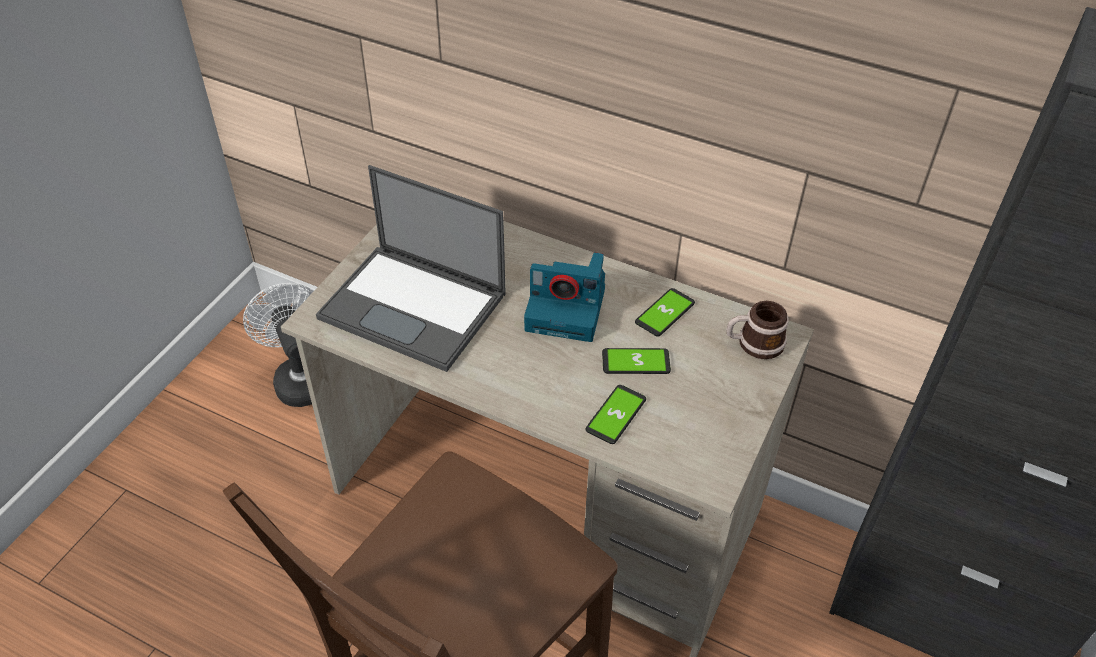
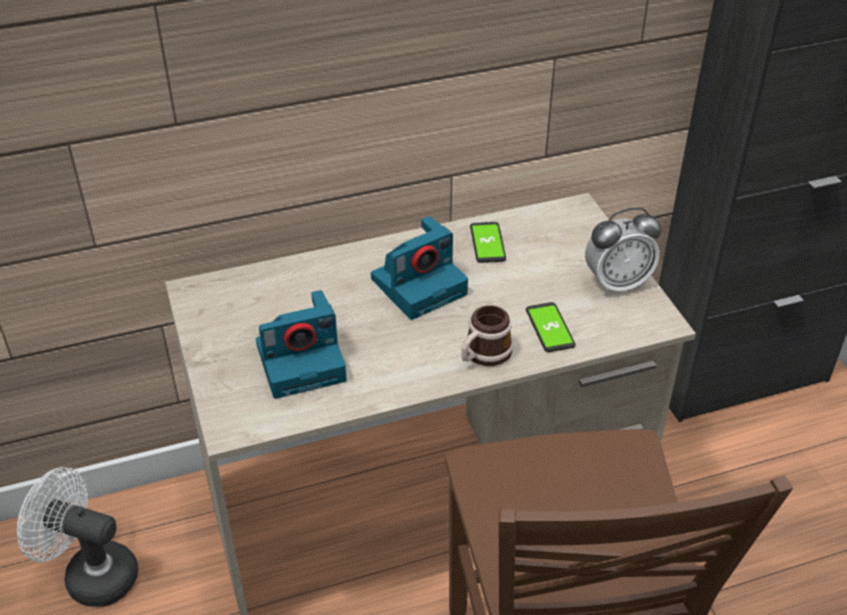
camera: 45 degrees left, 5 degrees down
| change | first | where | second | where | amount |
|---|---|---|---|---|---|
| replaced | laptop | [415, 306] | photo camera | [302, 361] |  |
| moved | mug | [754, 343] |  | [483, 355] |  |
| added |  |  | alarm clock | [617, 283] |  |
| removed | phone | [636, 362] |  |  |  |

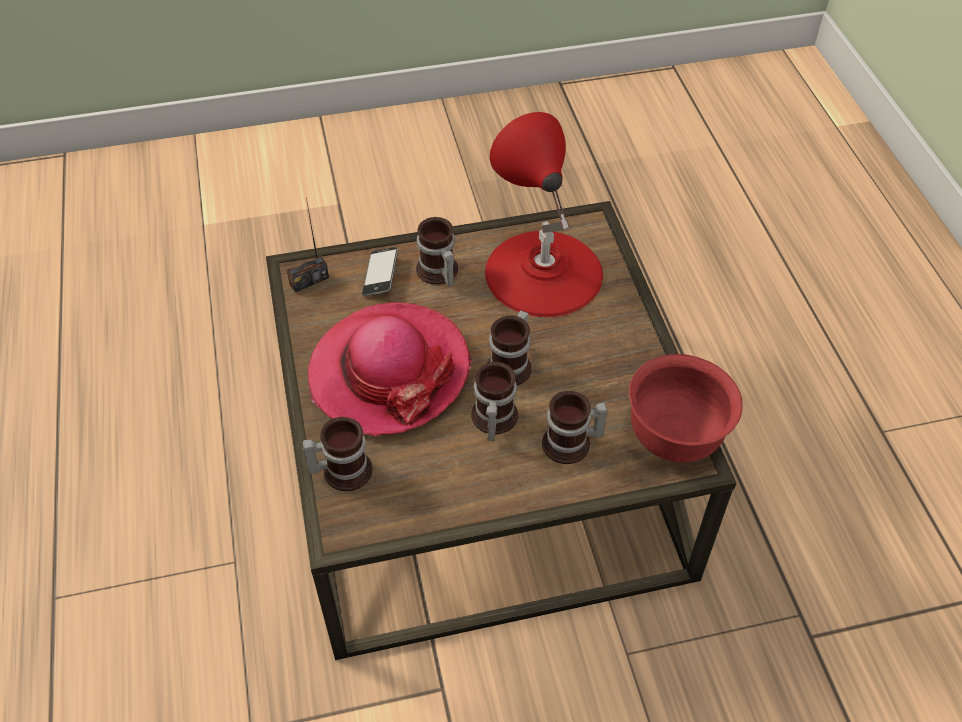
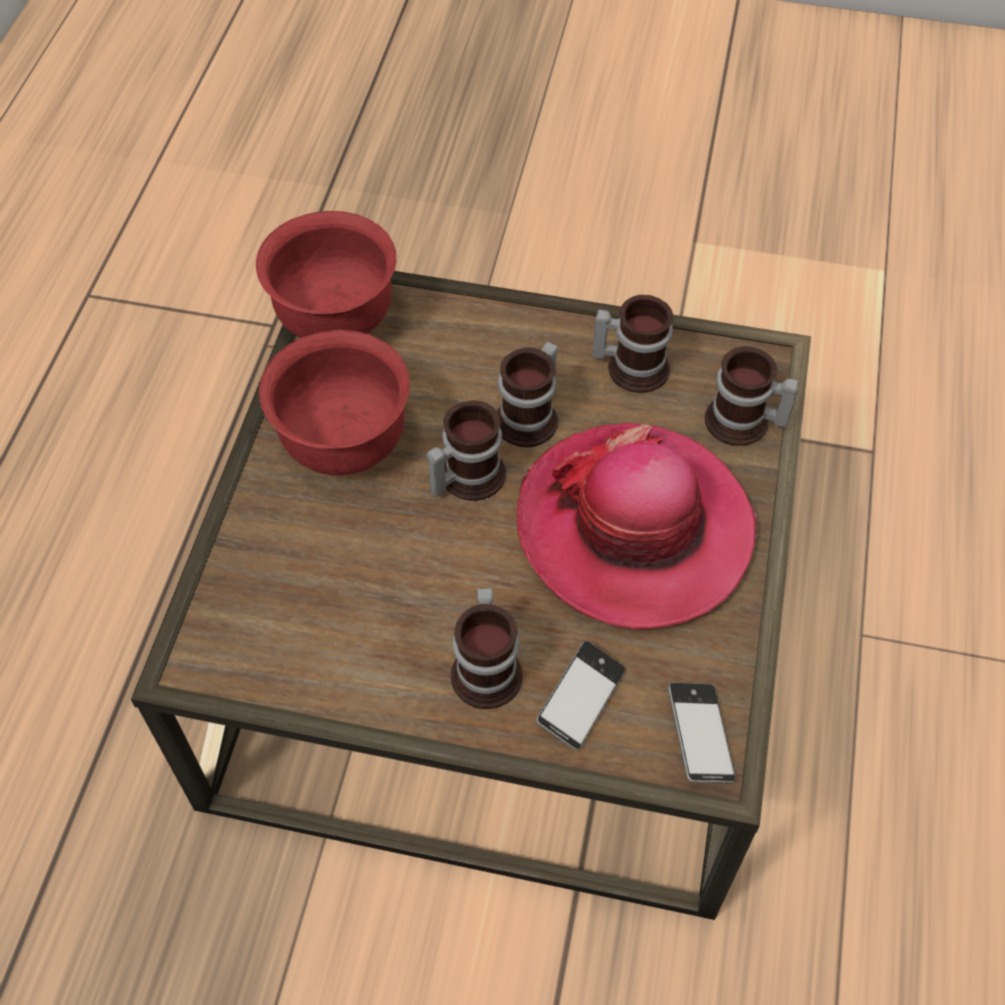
camera: 155 degrees left, 5 degrees up
| change | first | where | second | where | amount |
|---|---|---|---|---|---|
| added |  |  | bowl in red | [344, 442] |  |
| moved | mug | [571, 445] |  | [632, 365] |  |
| replaced | radio | [309, 280] | phone | [699, 736] |  |
| removed | table lamp in red | [543, 272] |  |  |  |

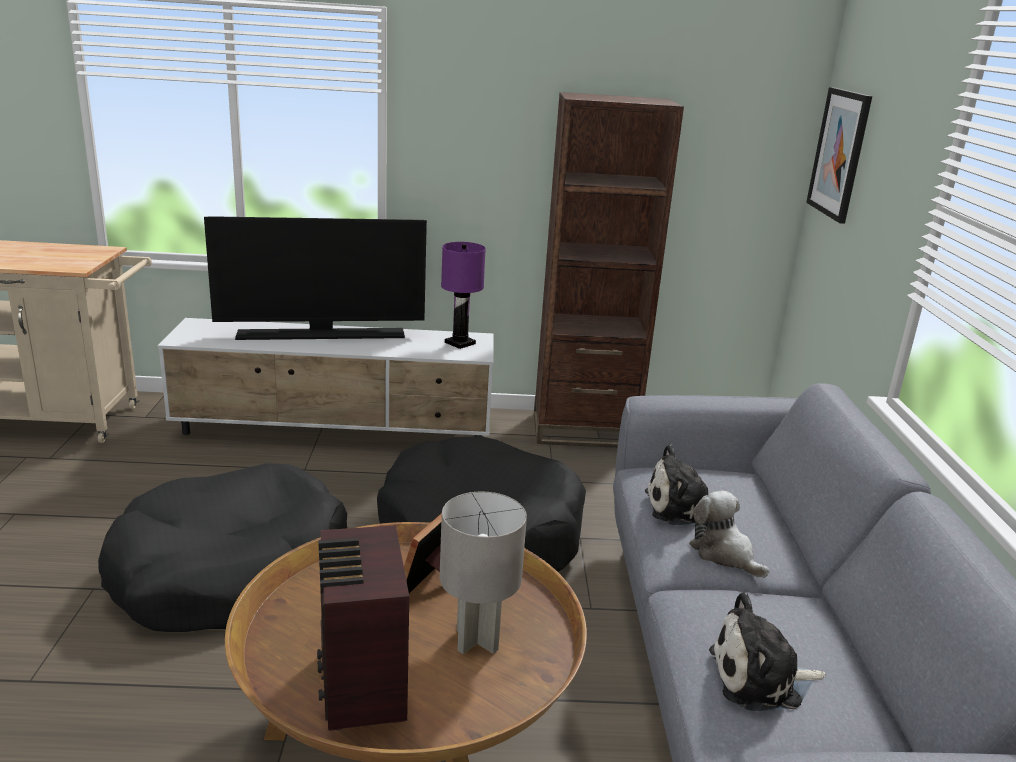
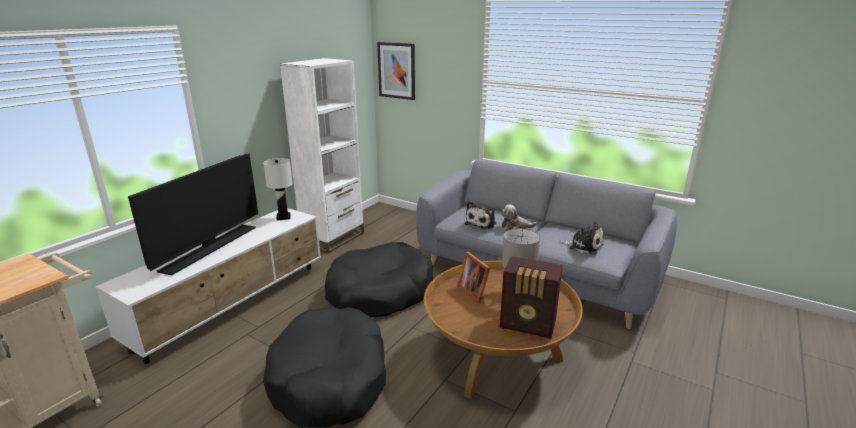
camera: 55 degrees left, 0 degrees up
| change | first | where | second | where | amount |
|---|---|---|---|---|---|
| recoloured | table lamp in purple | [460, 343] | table lamp in white | [284, 217] |  |
| recoloured | bookcase in brown | [584, 430] | bookcase in white | [333, 238] |  |
| turned | plush toy | [761, 679] |  | [583, 246] | 90 degrees counterclockwise |

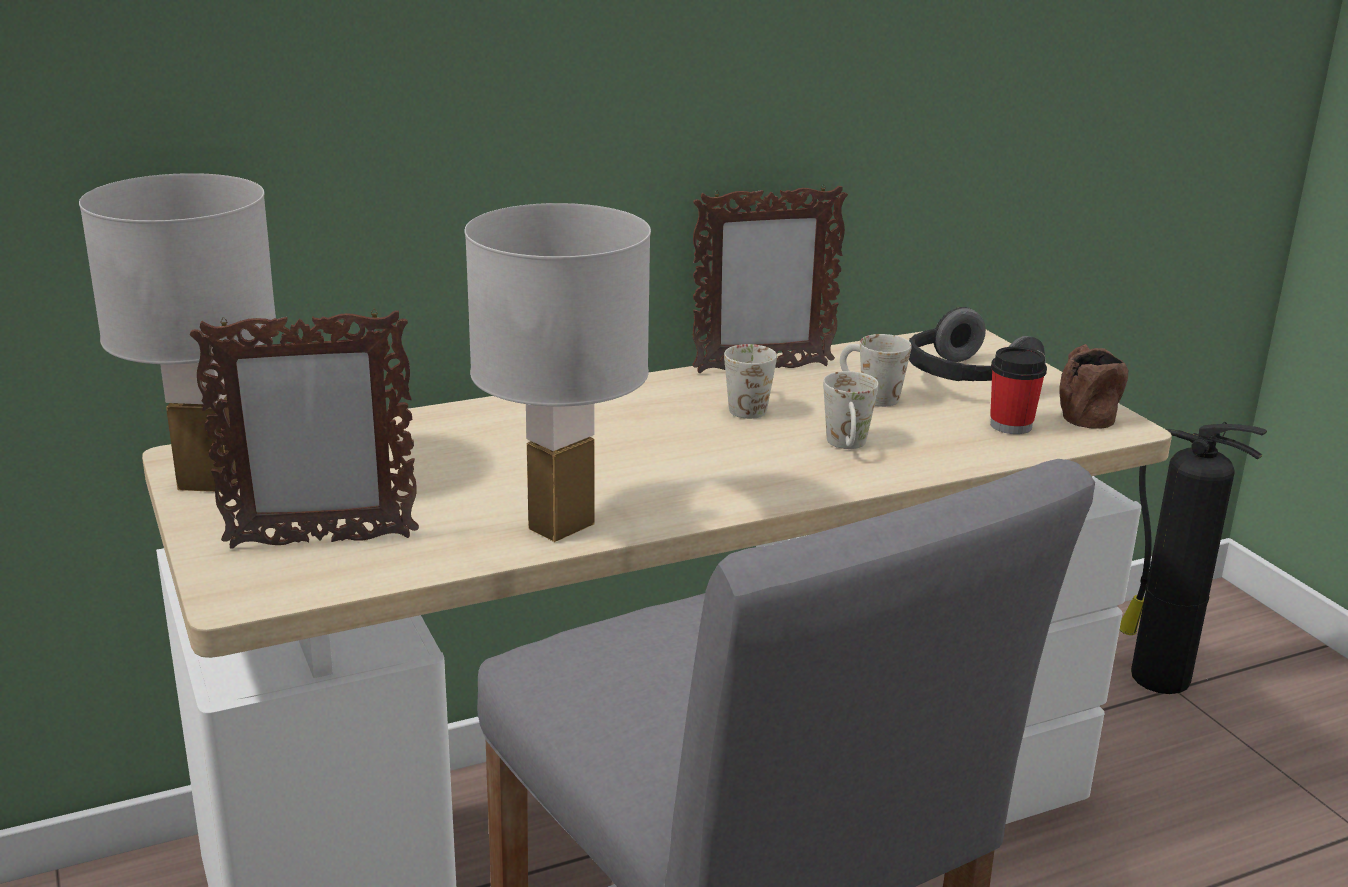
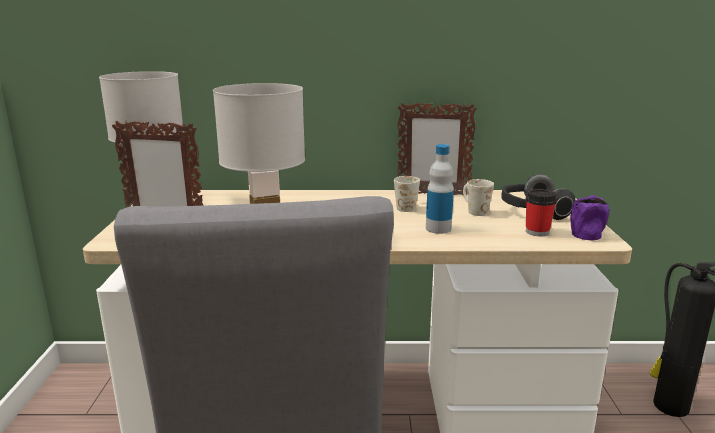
camera: 25 degrees right, 5 degrees down
| change | first | where | second | where | amount |
|---|---|---|---|---|---|
| replaced | mug in white | [848, 447] | bottle | [438, 228] |  |
| recoloured | mug in brown | [1081, 412] | mug in purple | [585, 232] |  |

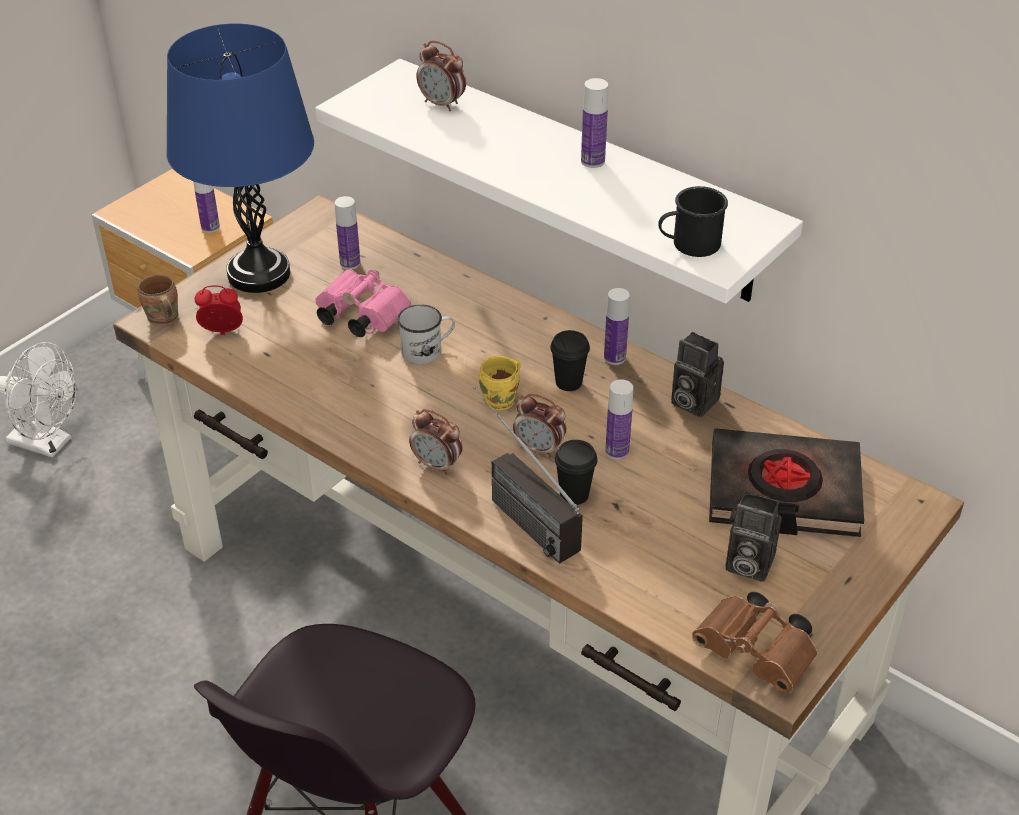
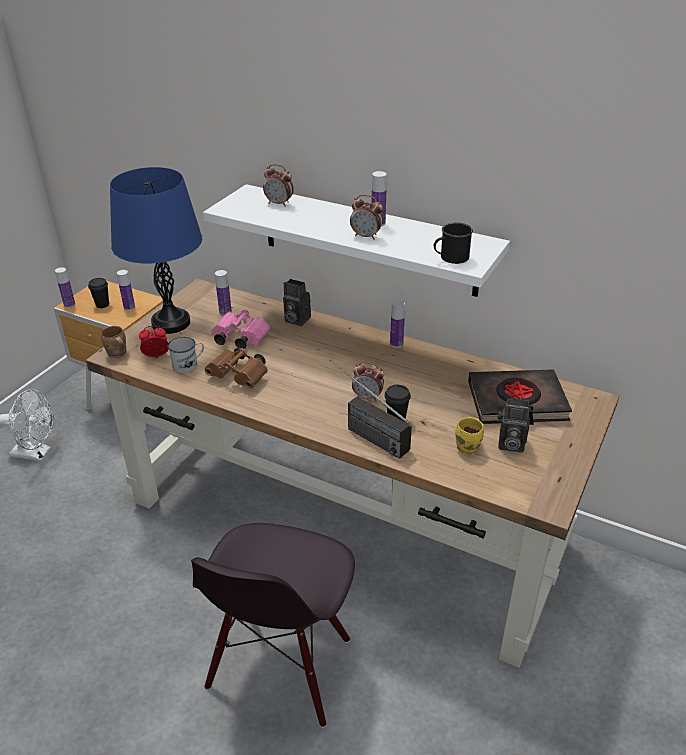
camera: 10 degrees left, 5 degrees down
| change | first | where | second | where | amount |
|---|---|---|---|---|---|
| moved | bottle | [617, 451] |  | [69, 305] |  |
| moved | cup in black | [568, 382] |  | [102, 305] |  |
| moved | mug in white | [428, 350] |  | [189, 365] |  |
| moved | binoculars in brown | [758, 655] |  | [240, 377] |  |
| moved | photo camera | [691, 402] |  | [295, 319] |  |
| moved | alarm clock | [437, 465] |  | [366, 236] |  |
| moved | mug in yellow | [502, 401] |  | [469, 447] |  |

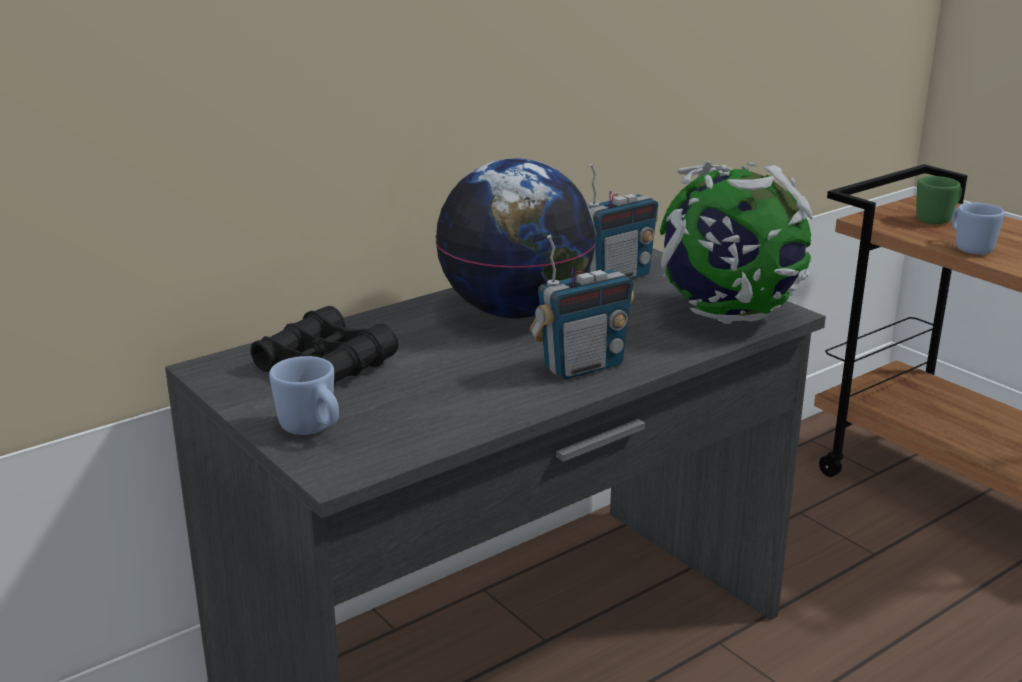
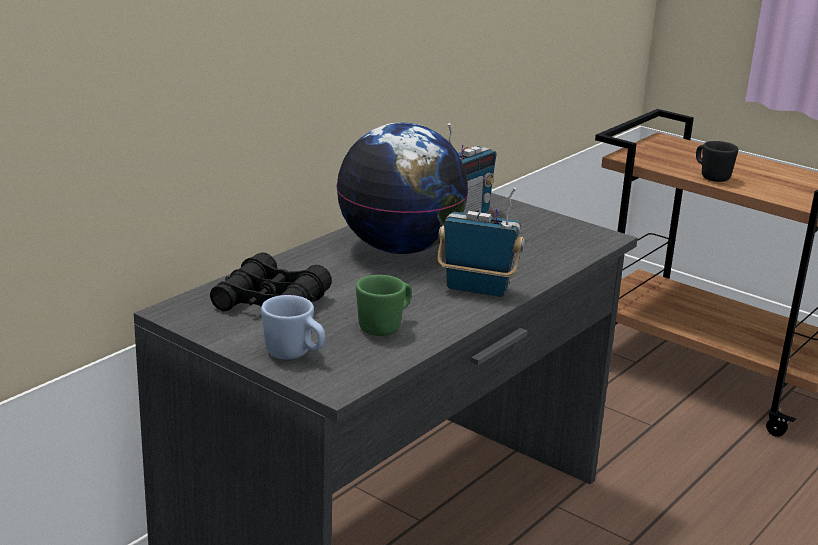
camera: 15 degrees left, 0 degrees up
| change | first | where | second | where | amount |
|---|---|---|---|---|---|
| moved | mug in green | [937, 219] |  | [385, 326] |  |
| turned | radio | [582, 366] |  | [477, 289] | 120 degrees counterclockwise |
| recoloured | mug in blue | [969, 248] | mug in black | [711, 176] |  |
| removed | globe | [727, 315] |  |  |  |

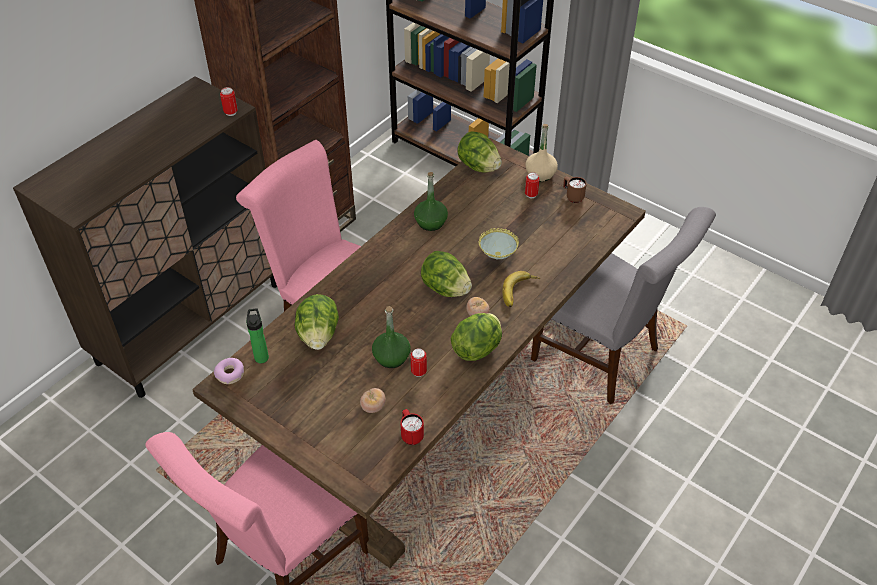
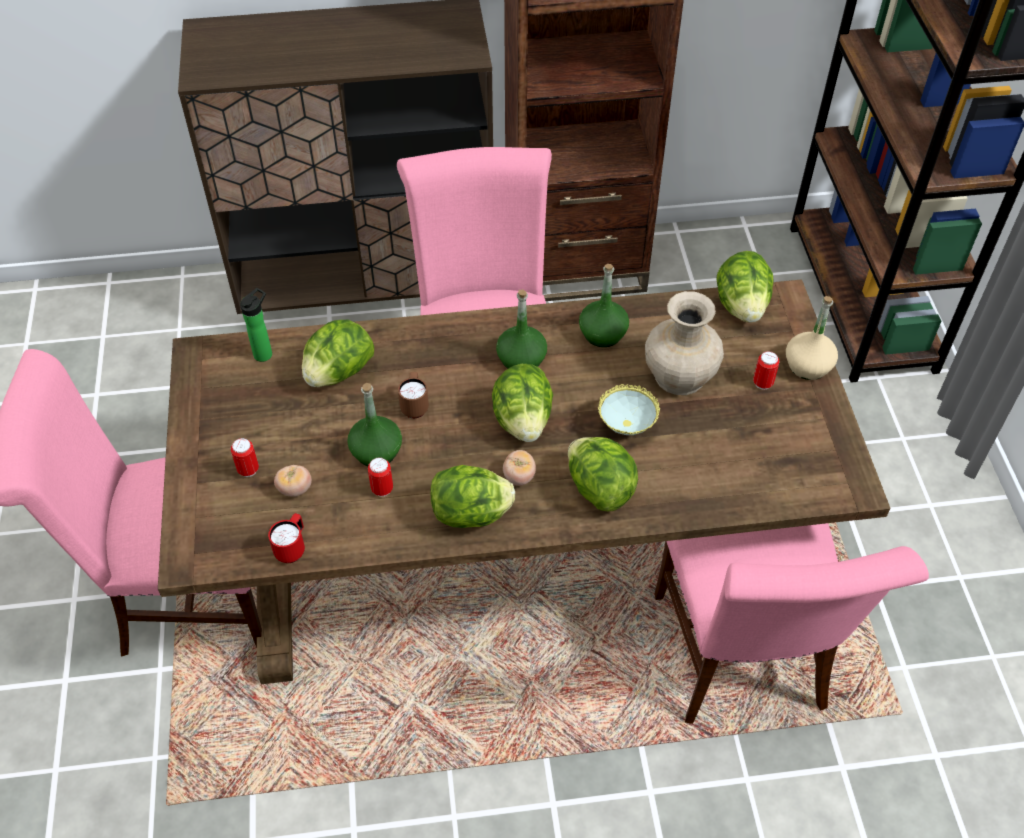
camera: 45 degrees right, 5 degrees up
| change | first | where | second | where | amount |
|---|---|---|---|---|---|
| moved | can | [231, 112] |  | [248, 470] |  |
| moved | mug in brown | [572, 197] |  | [414, 405] |  |
| added |  |  | bottle in green | [521, 359] |  |
| replaced | banana | [520, 292] | lettuce | [599, 488] |  |
| added |  |  | vase in beige | [678, 375] |  |
| recoloured | chair in grey | [602, 358] | chair in pink | [743, 662] |  |
| removed | donut | [230, 374] |  |  |  |

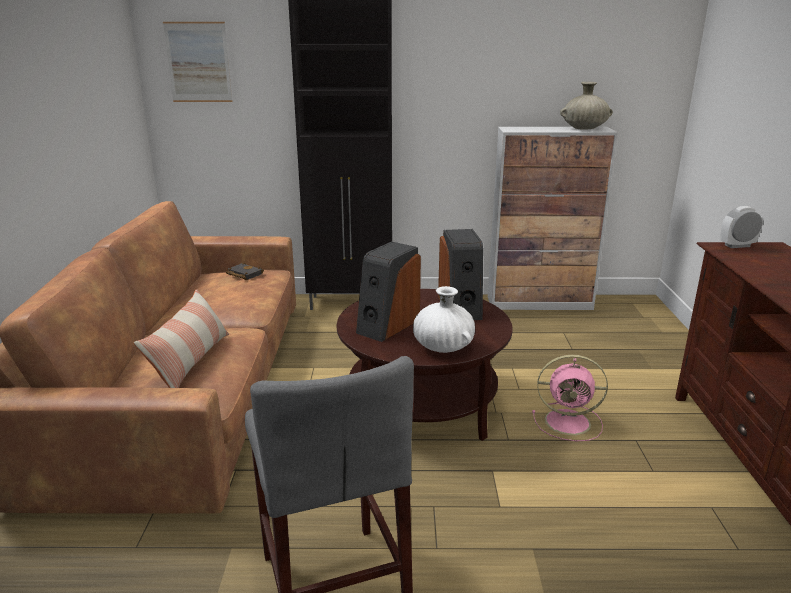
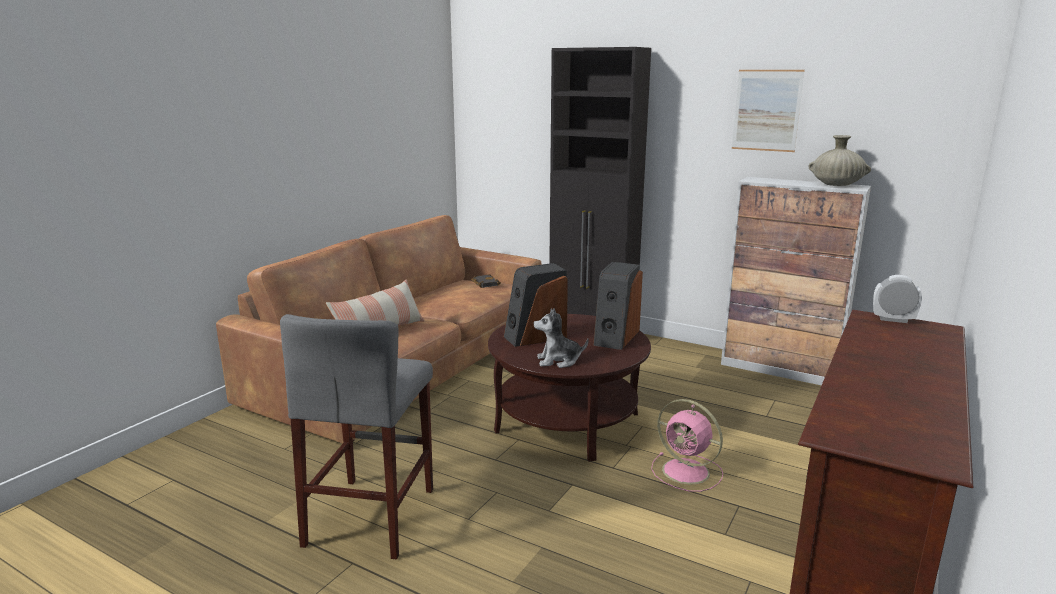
camera: 30 degrees right, 5 degrees down
| change | first | where | second | where | amount |
|---|---|---|---|---|---|
| replaced | vase in white | [443, 347] | plush toy | [558, 361] |  |
| moved | picture | [198, 62] |  | [766, 110] |  |

